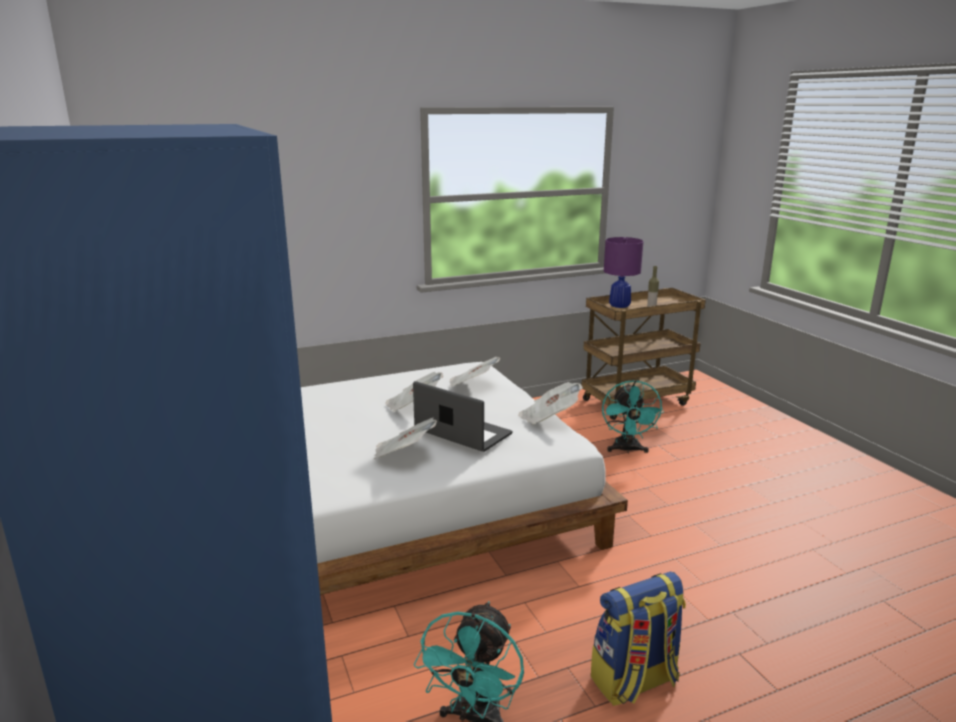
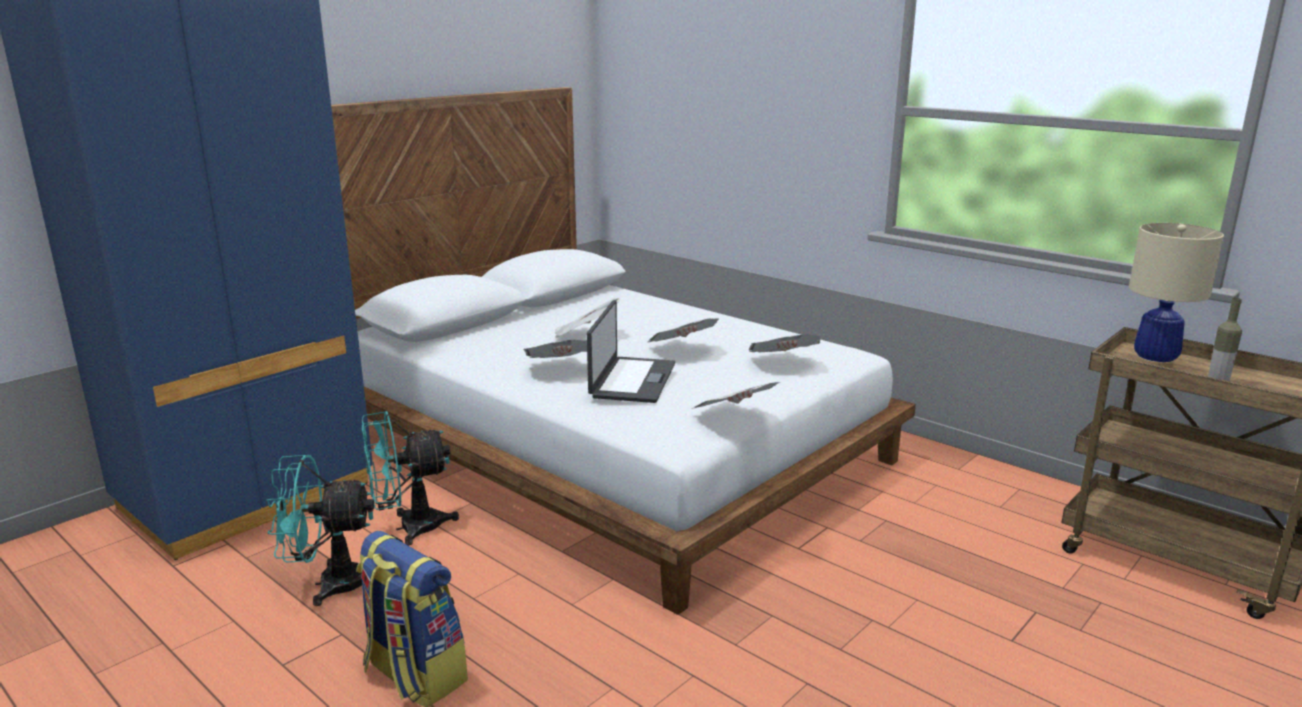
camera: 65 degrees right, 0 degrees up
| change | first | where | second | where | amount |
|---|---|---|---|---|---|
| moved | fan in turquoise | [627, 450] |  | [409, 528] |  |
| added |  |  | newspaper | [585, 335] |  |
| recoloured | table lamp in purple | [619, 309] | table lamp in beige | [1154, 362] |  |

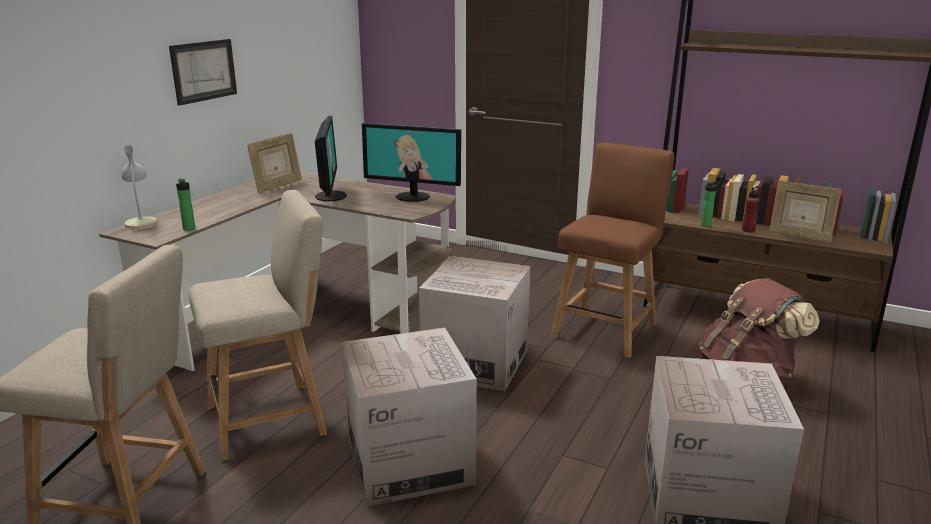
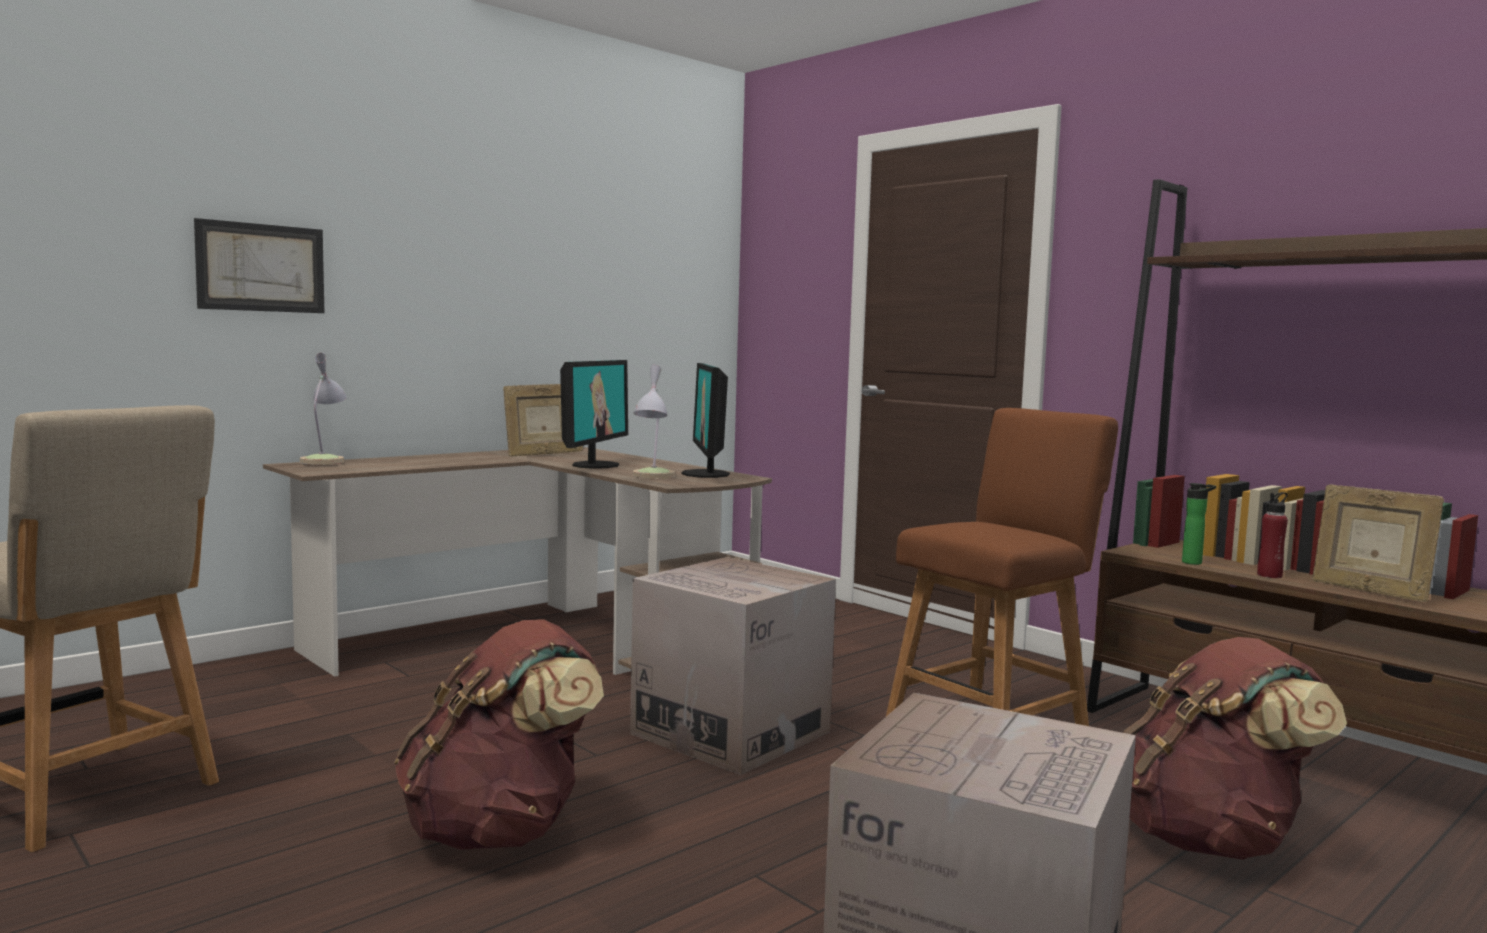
camera: 20 degrees right, 15 degrees down
| change | first | where | second | where | amount |
|---|---|---|---|---|---|
| moved | picture | [203, 71] |  | [261, 267] |  |
| replaced | cardboard box | [409, 462] | backpack in brown | [500, 831] |  |
| added |  |  | table lamp | [652, 477] |  |
| turned | monitor | [413, 196] |  | [707, 474] | 45 degrees clockwise |
| removed | bottle | [189, 229] |  |  |  |
| removed | chair in beige | [272, 418] |  |  |  |

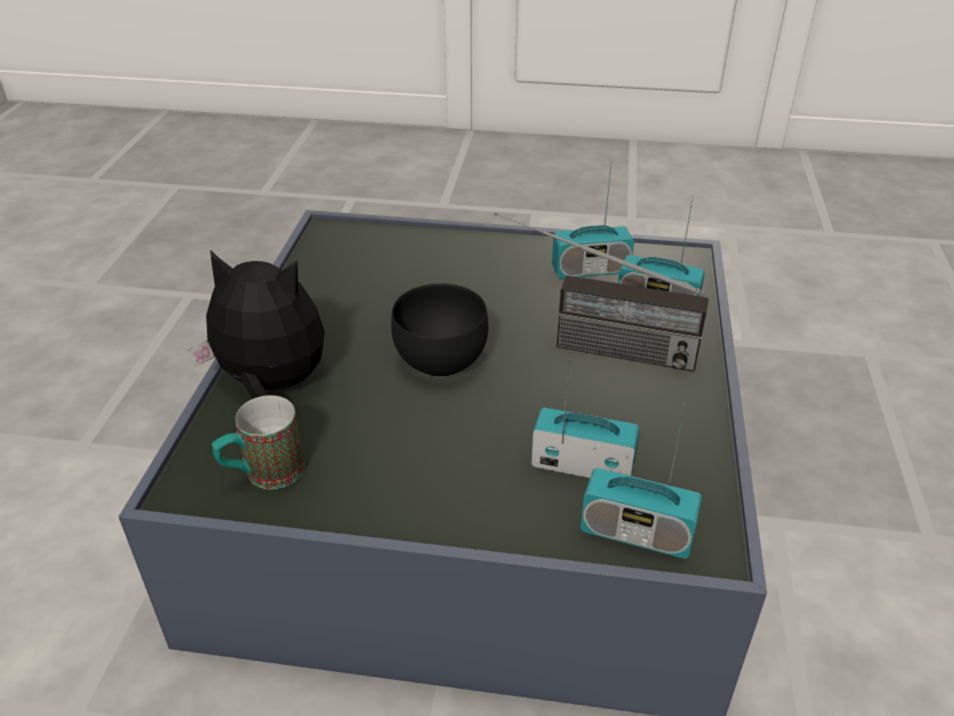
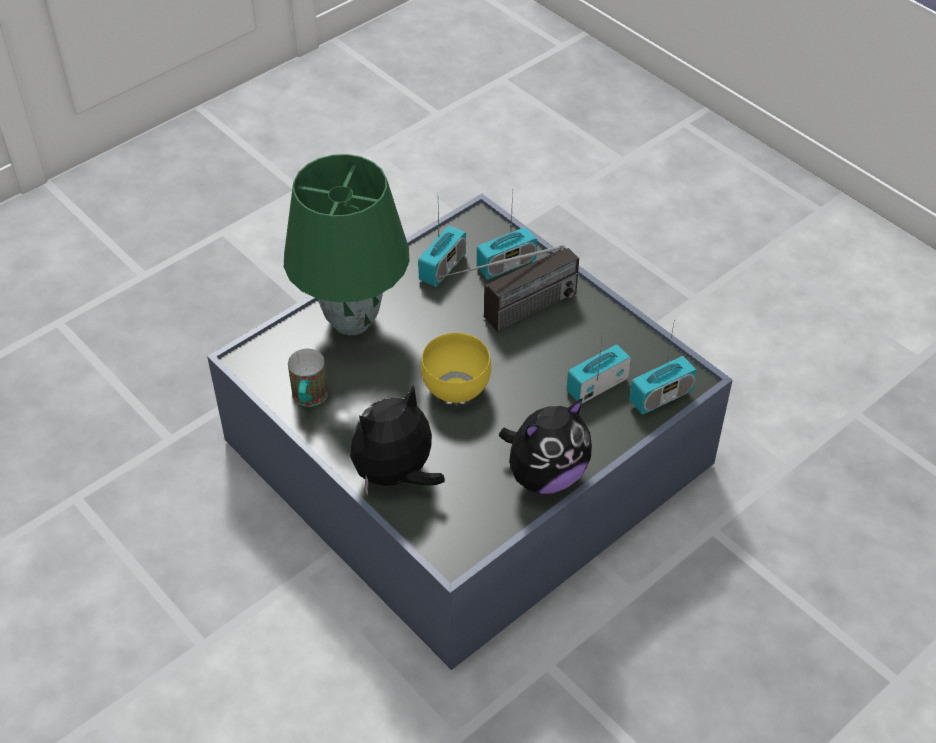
camera: 50 degrees left, 10 degrees up
| change | first | where | second | where | amount |
|---|---|---|---|---|---|
| added |  |  | table lamp in green | [351, 322] |  |
| moved | mug | [263, 475] |  | [309, 399] |  |
| recoloured | bowl in black | [437, 362] | bowl in yellow | [454, 390] |  |
| added |  |  | plush toy | [545, 475] |  |

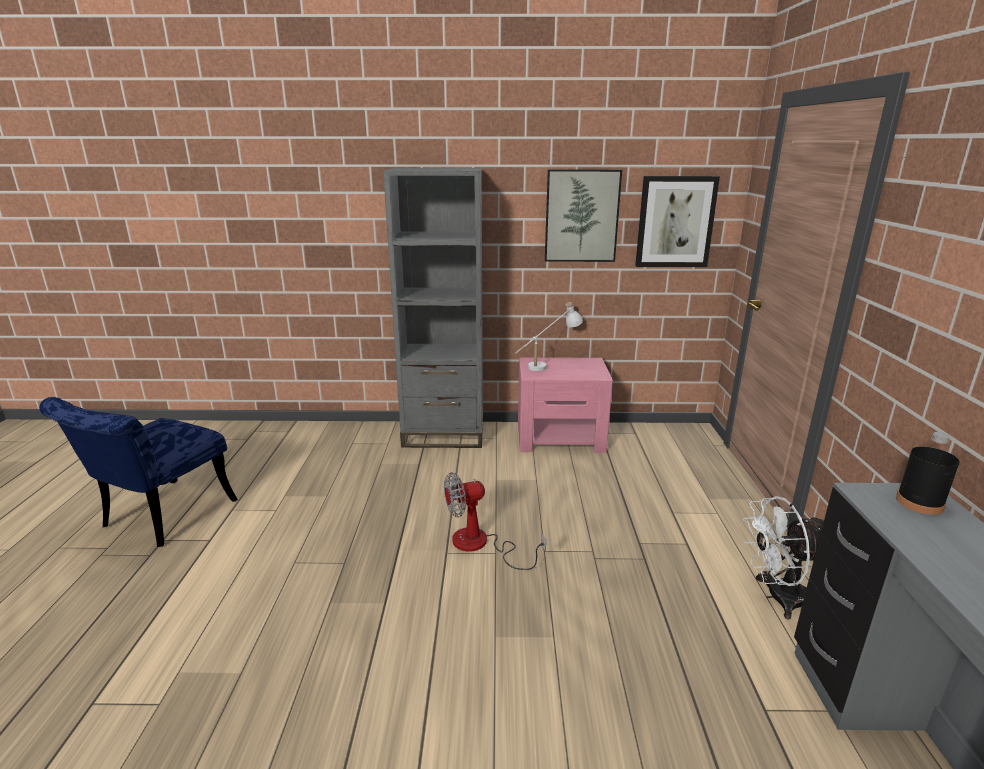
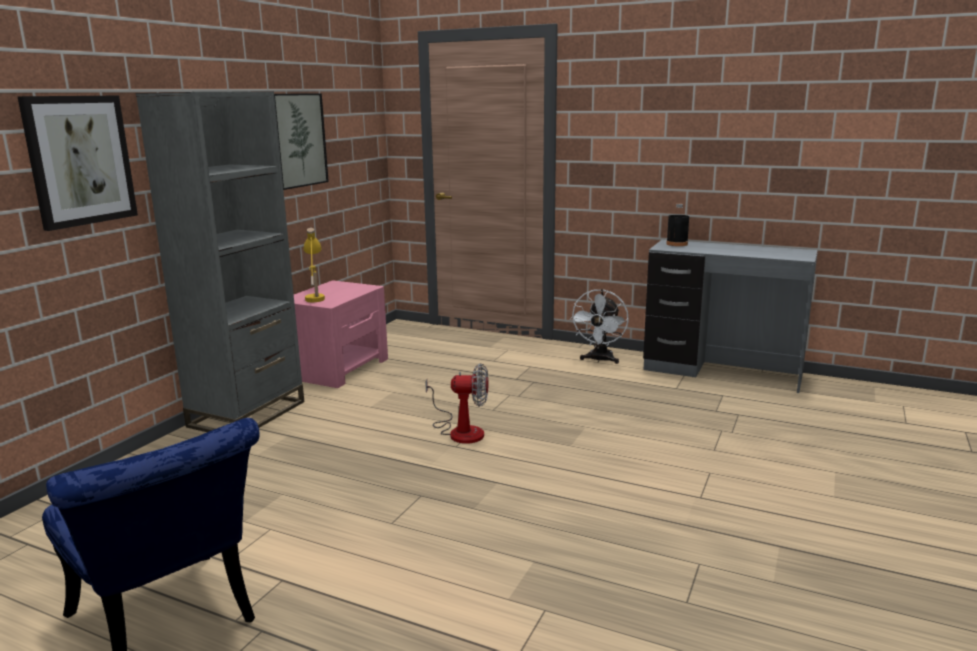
camera: 65 degrees left, 5 degrees down
| change | first | where | second | where | amount |
|---|---|---|---|---|---|
| moved | picture | [675, 222] |  | [80, 160] |  |
| recoloured | table lamp in white | [547, 365] | table lamp in yellow | [315, 296] |  |
| turned | fan | [481, 545] |  | [460, 431] | 90 degrees counterclockwise |

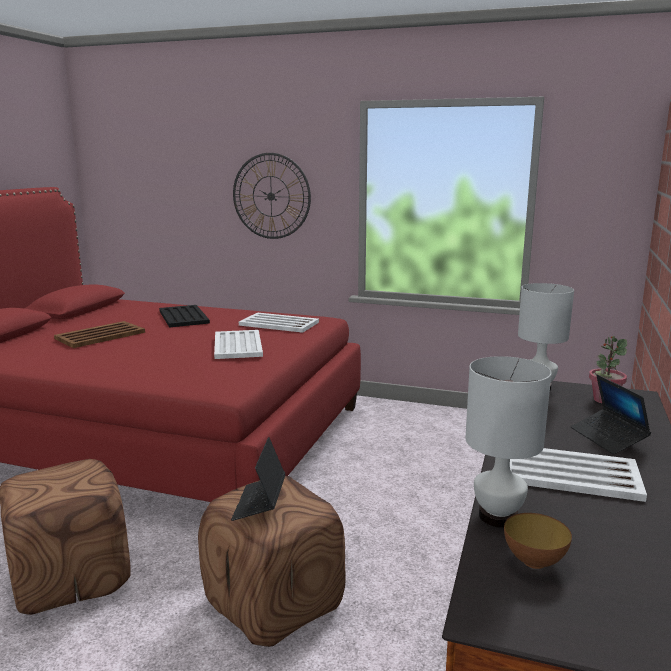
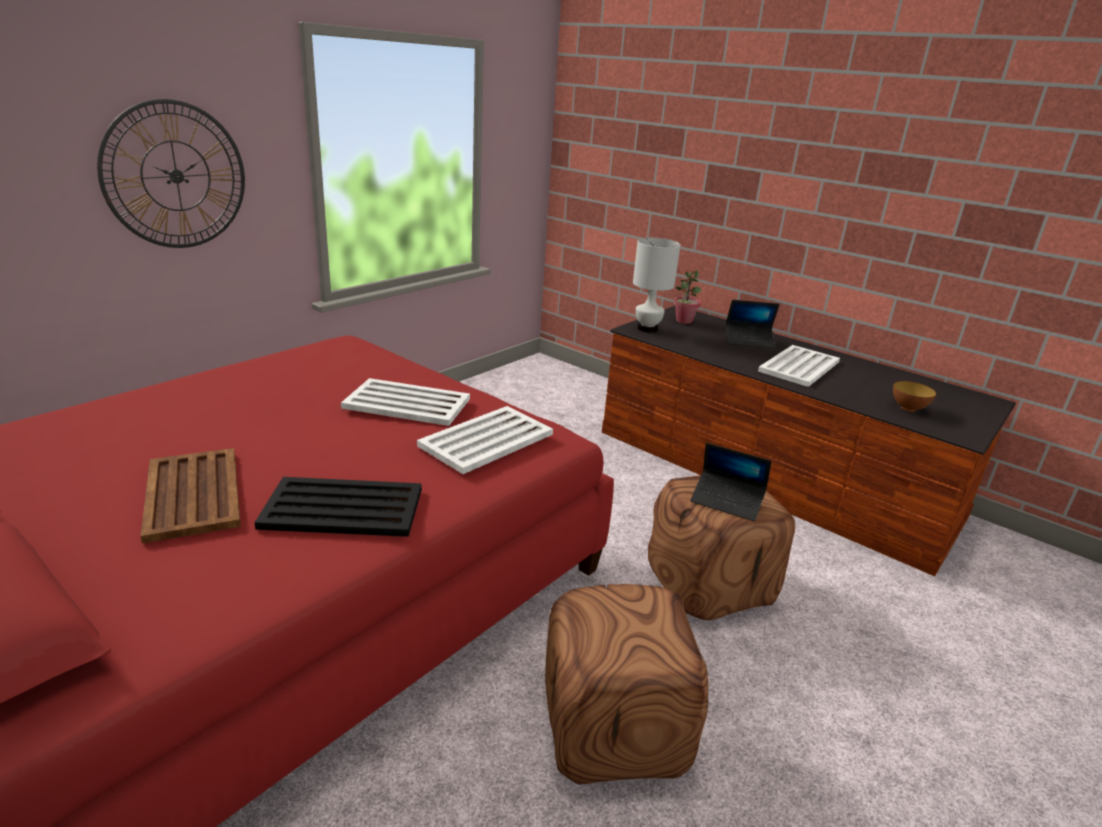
camera: 70 degrees left, 10 degrees up
| change | first | where | second | where | amount |
|---|---|---|---|---|---|
| moved | tray in black | [183, 317] |  | [341, 508] |  |
| moved | tray in white | [279, 324] |  | [488, 440] |  |
| removed | table lamp in white | [497, 516] |  |  |  |

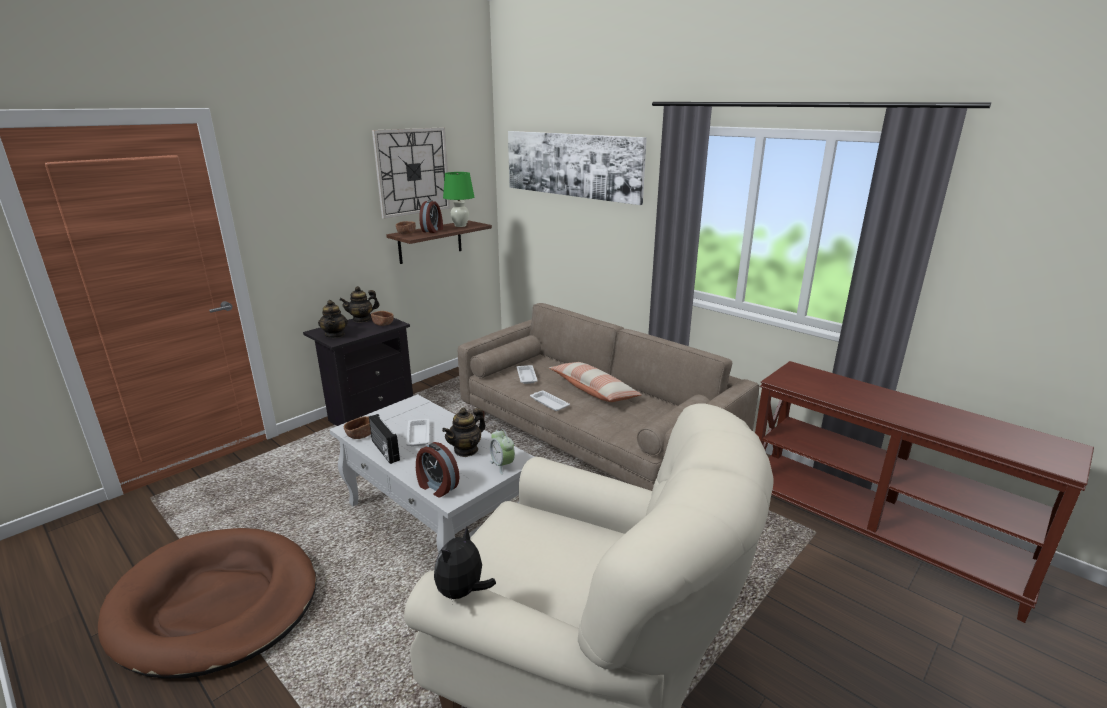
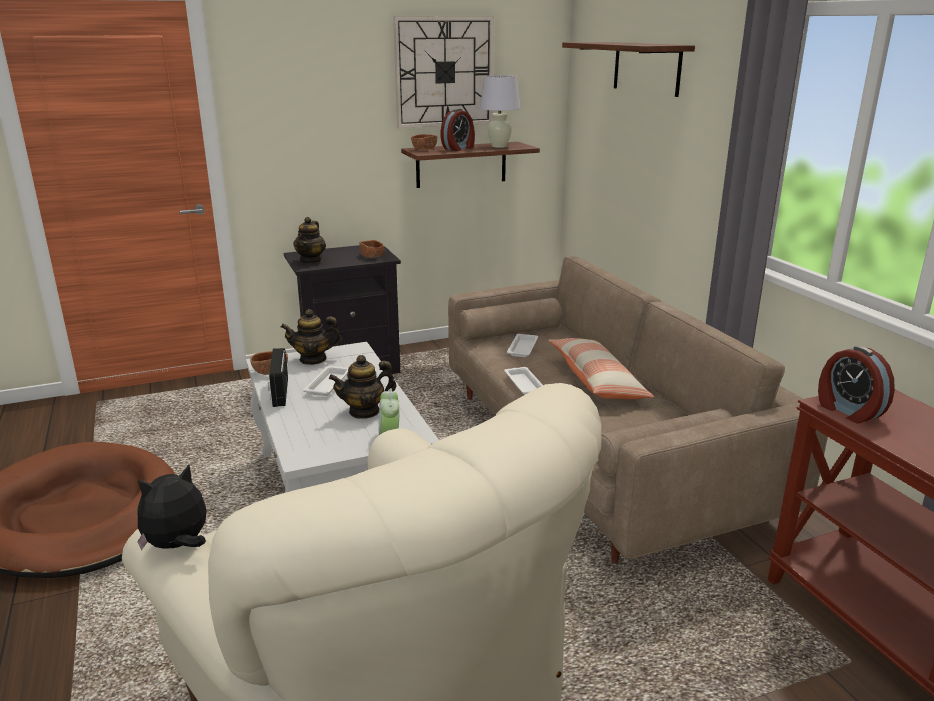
camera: 25 degrees right, 0 degrees up
| change | first | where | second | where | amount |
|---|---|---|---|---|---|
| moved | teapot | [362, 319] |  | [313, 359] |  |
| recoloured | table lamp in green | [460, 226] | table lamp in white | [499, 146] |  |
| replaced | picture | [572, 165] | shelf | [646, 68] |  |
| moved | alarm clock | [437, 487] |  | [848, 411] |  |

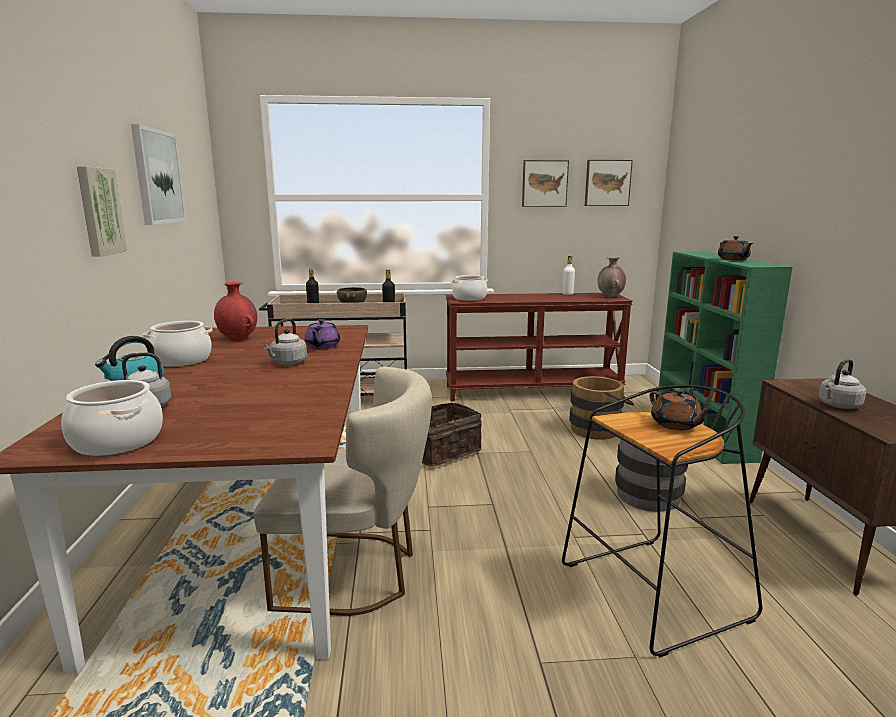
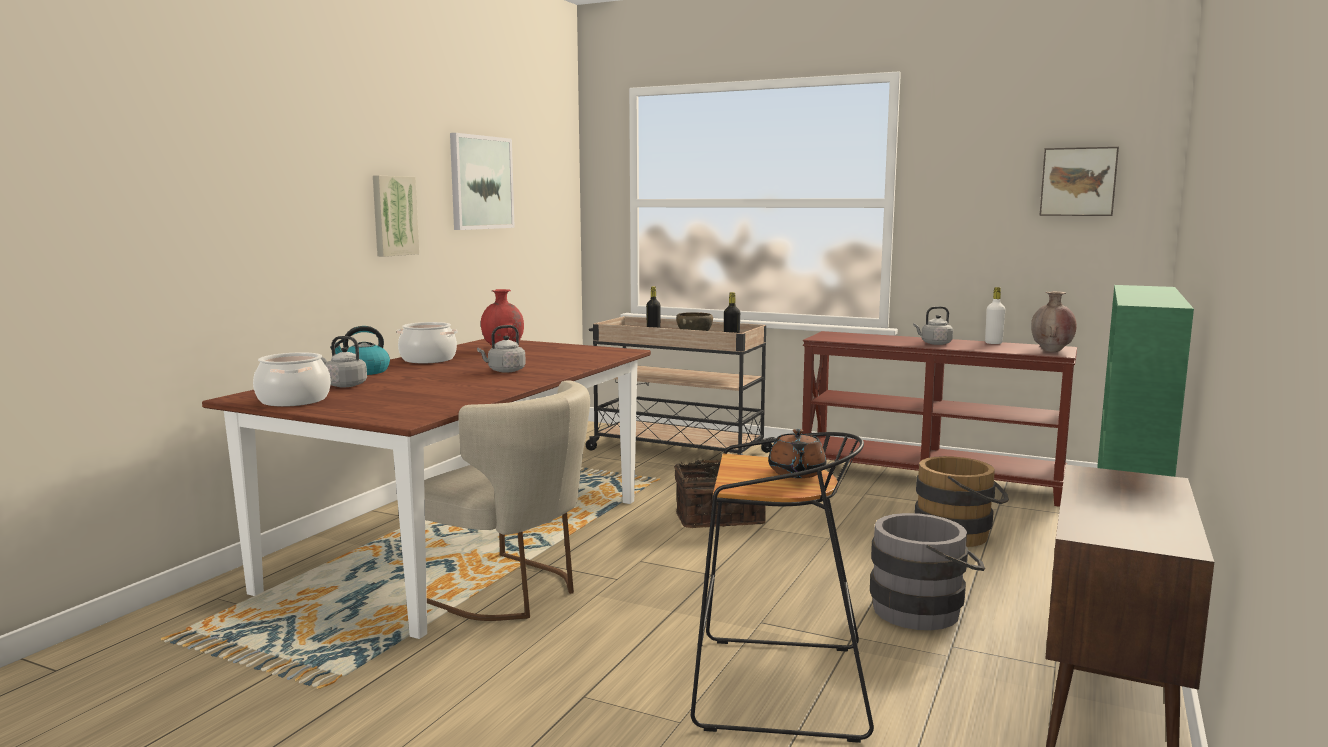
camera: 30 degrees right, 5 degrees down
| change | first | where | second | where | amount |
|---|---|---|---|---|---|
| moved | kettle in grey | [838, 406] |  | [934, 343] |  |
| removed | teapot in purple | [322, 346] |  |  |  |
| removed | cooking pot | [469, 298] |  |  |  |
| removed | picture | [544, 183] |  |  |  |
| removed | teapot in brown | [733, 259] |  |  |  |

